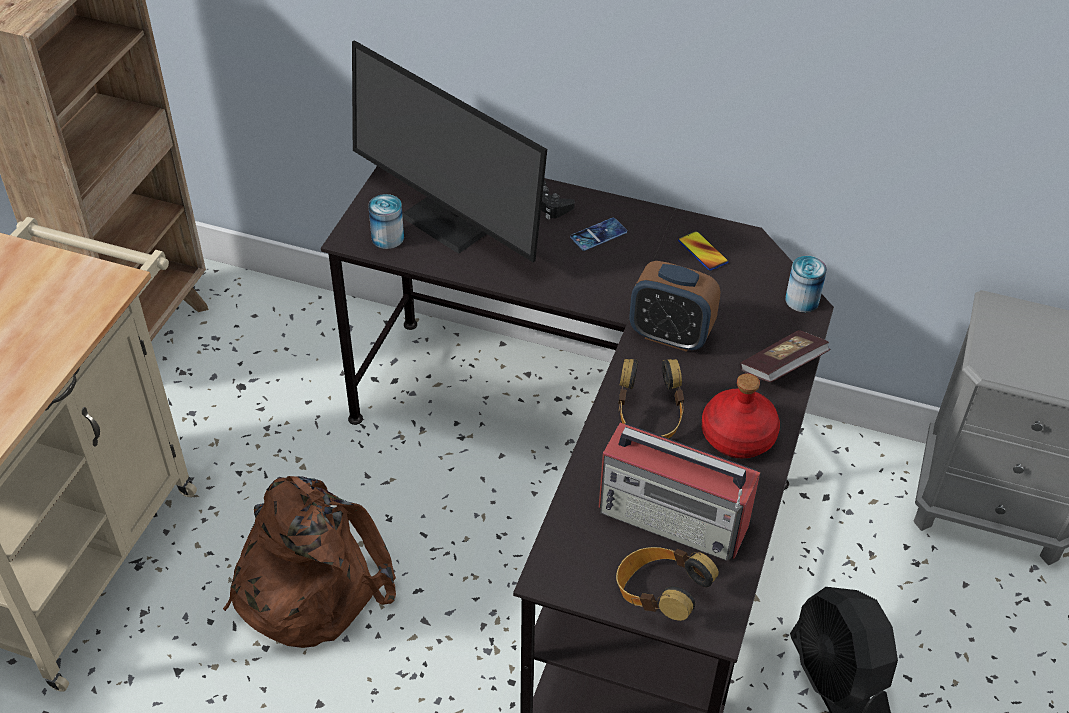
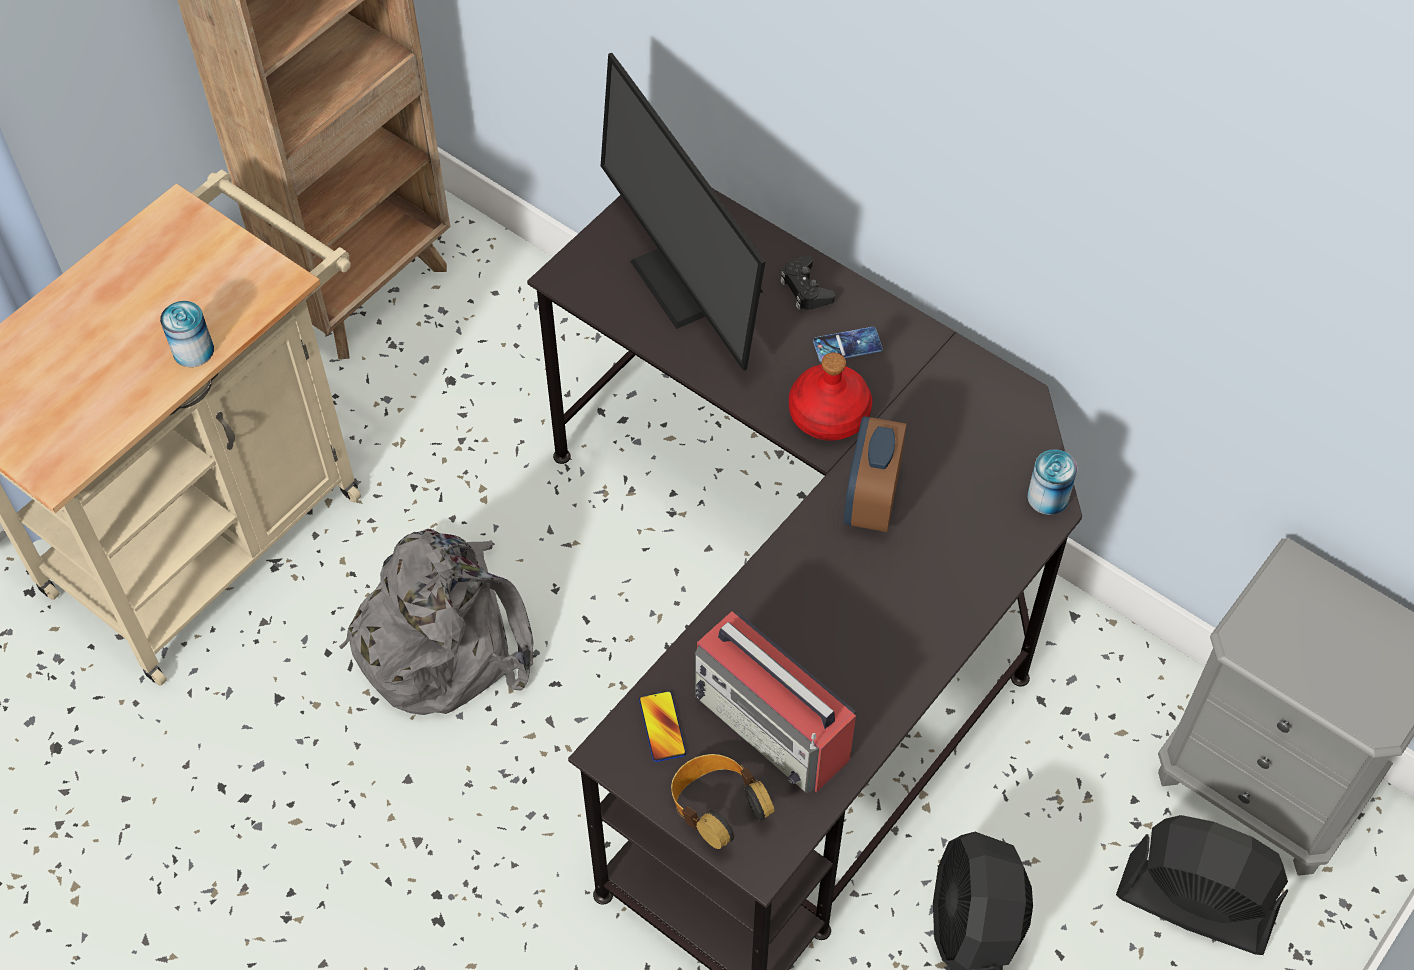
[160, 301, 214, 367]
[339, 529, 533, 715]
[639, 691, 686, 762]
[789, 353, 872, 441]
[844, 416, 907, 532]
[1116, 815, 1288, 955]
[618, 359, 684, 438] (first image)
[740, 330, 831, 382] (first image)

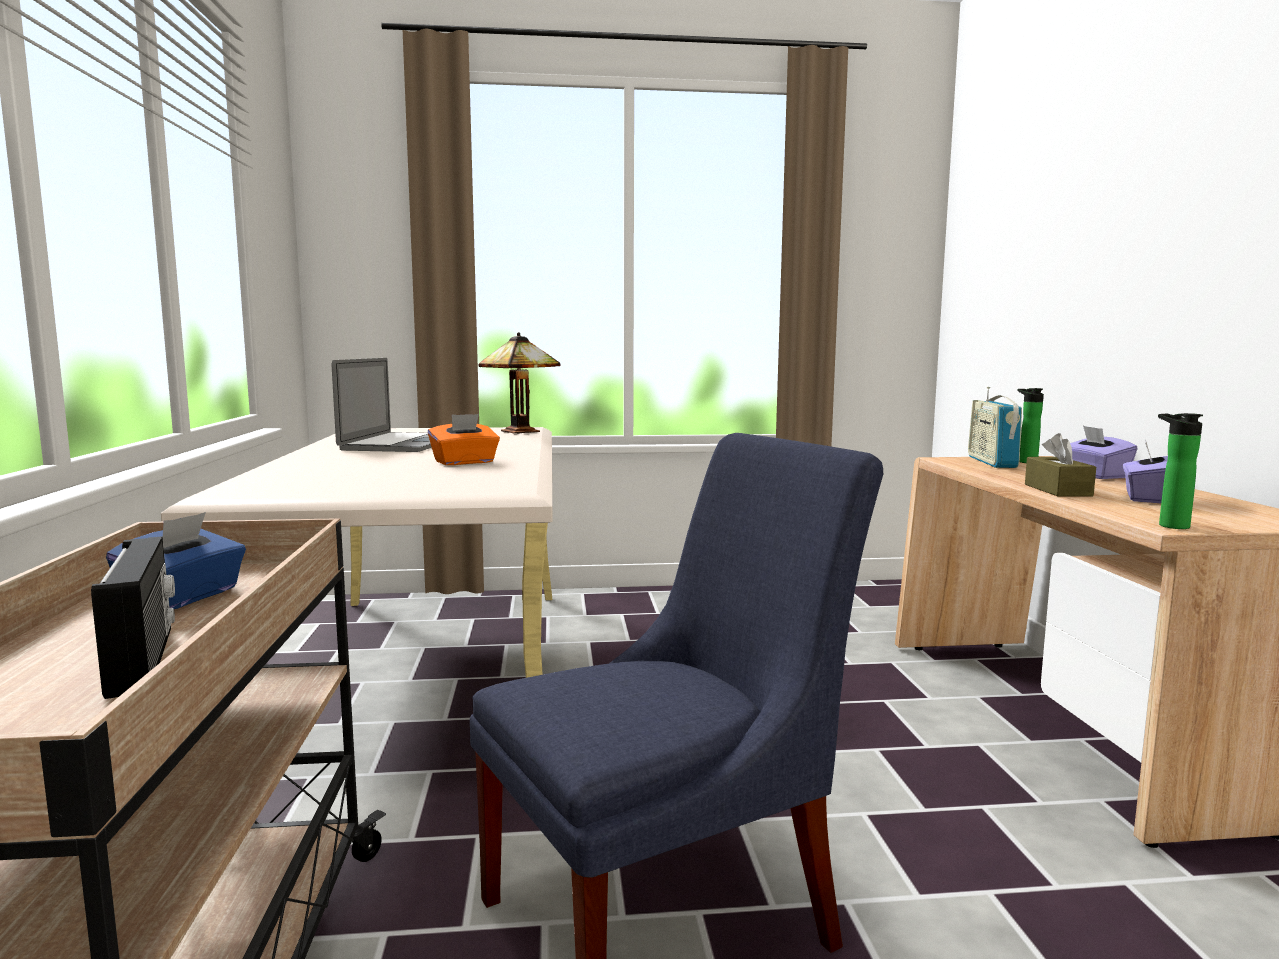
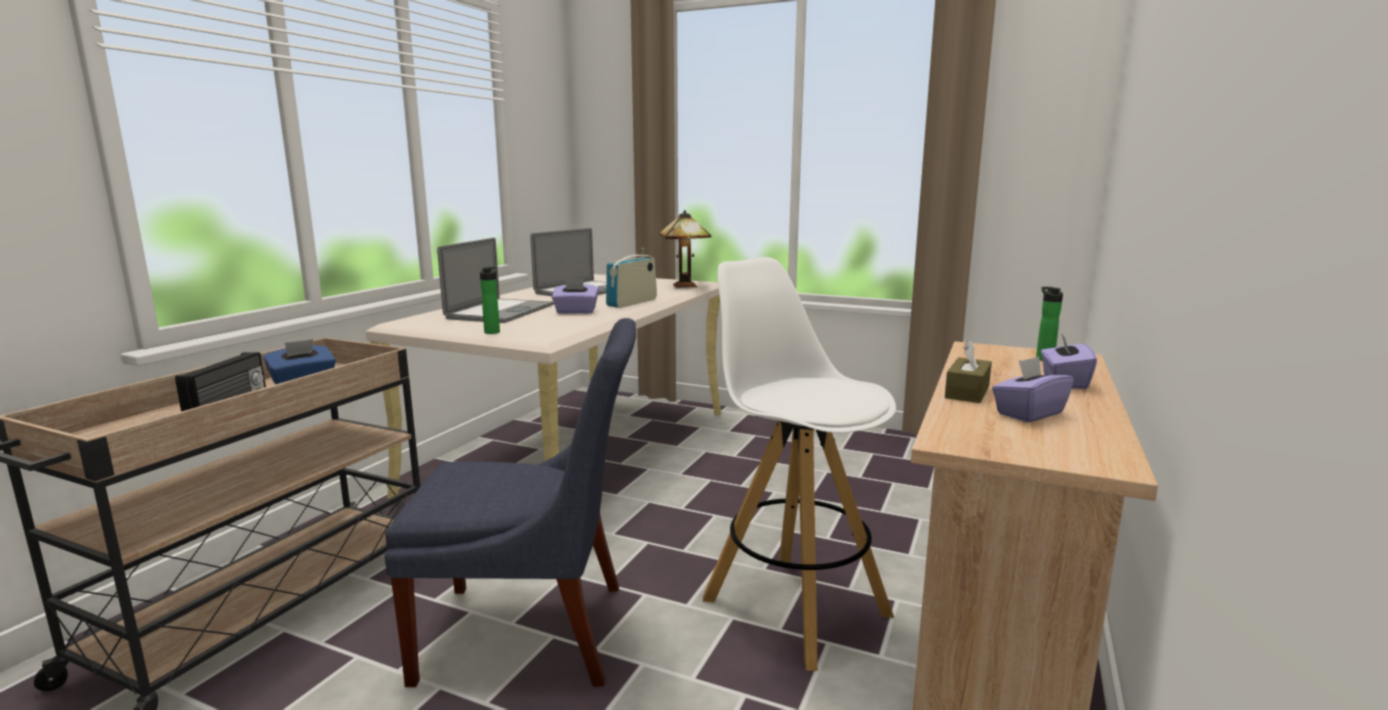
[437, 238, 554, 323]
[480, 267, 500, 334]
[552, 279, 599, 314]
[606, 248, 657, 308]
[703, 257, 896, 671]

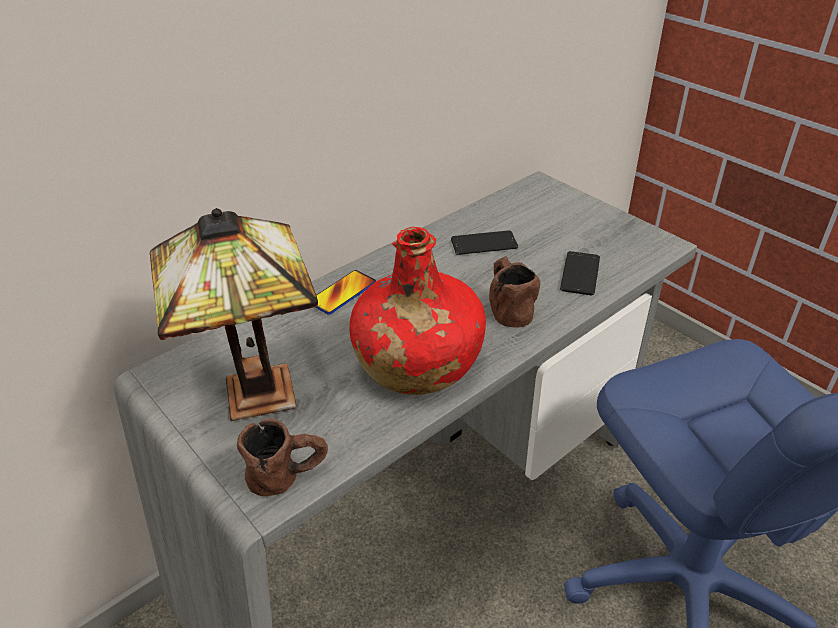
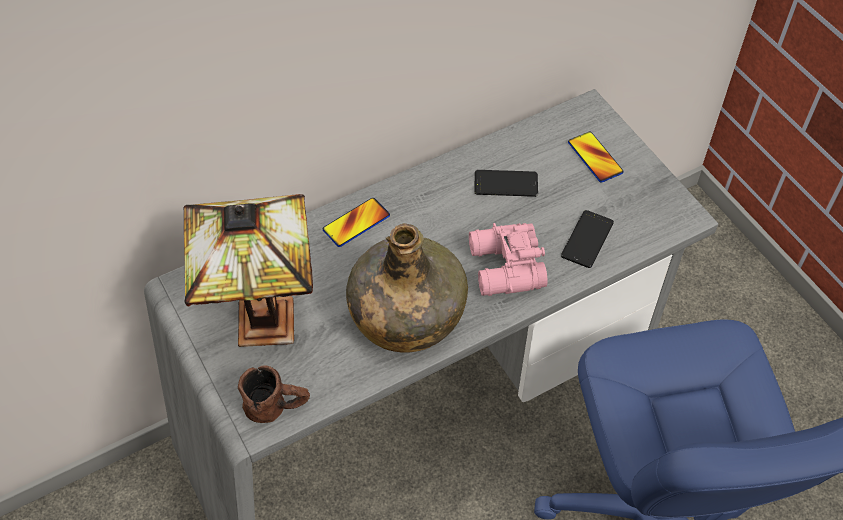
[346, 223, 468, 353]
[469, 223, 547, 296]
[568, 132, 624, 182]

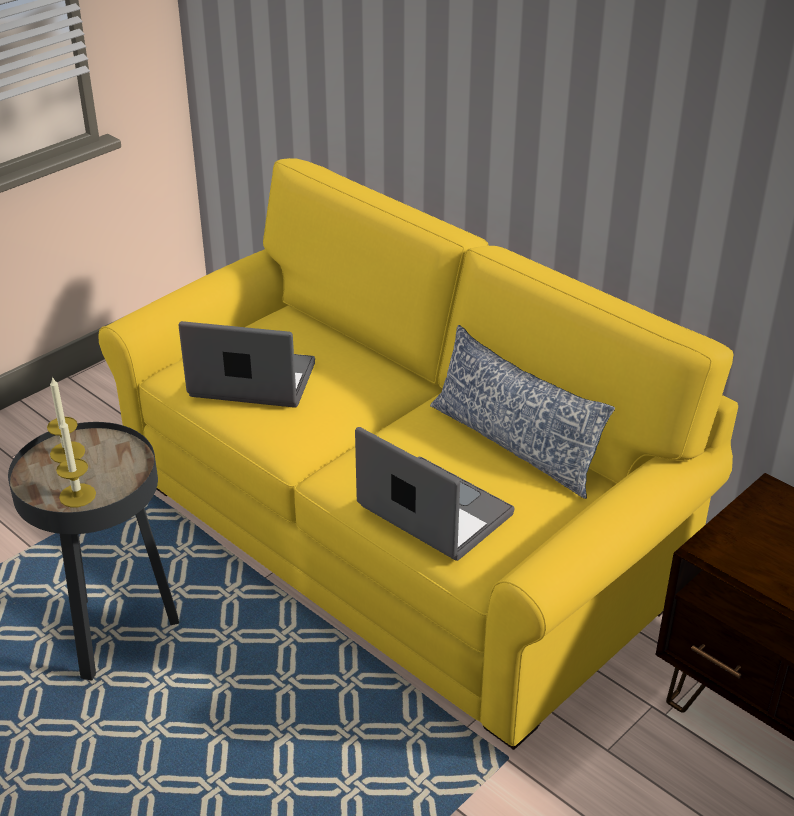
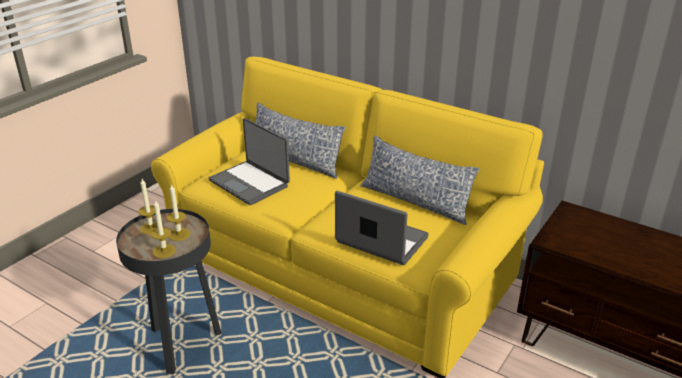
[167, 184, 190, 241]
[208, 118, 290, 205]
[255, 102, 346, 179]

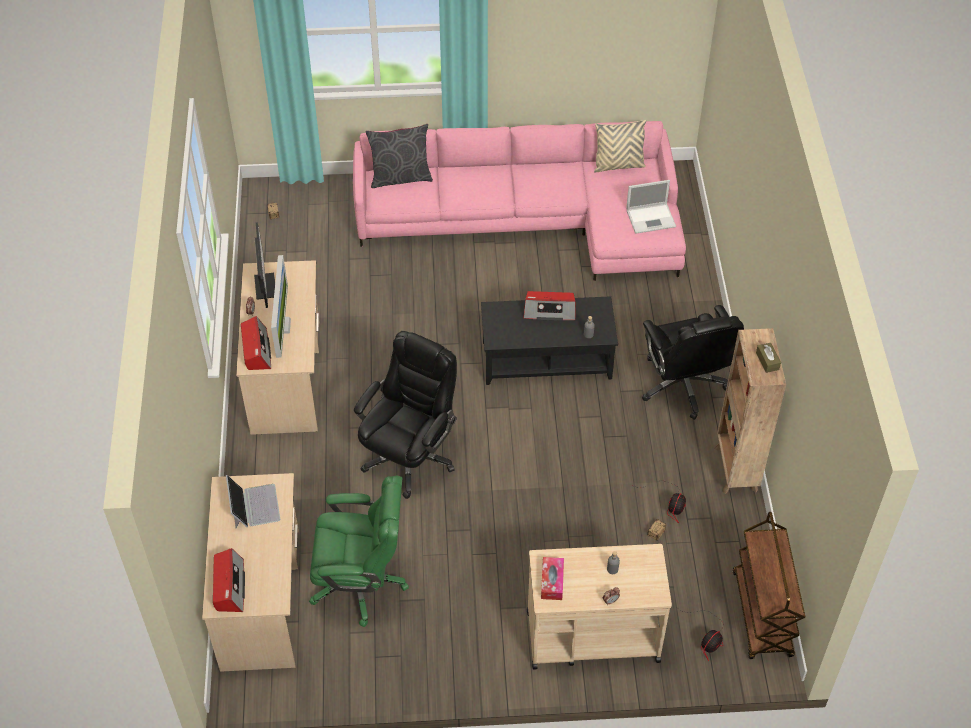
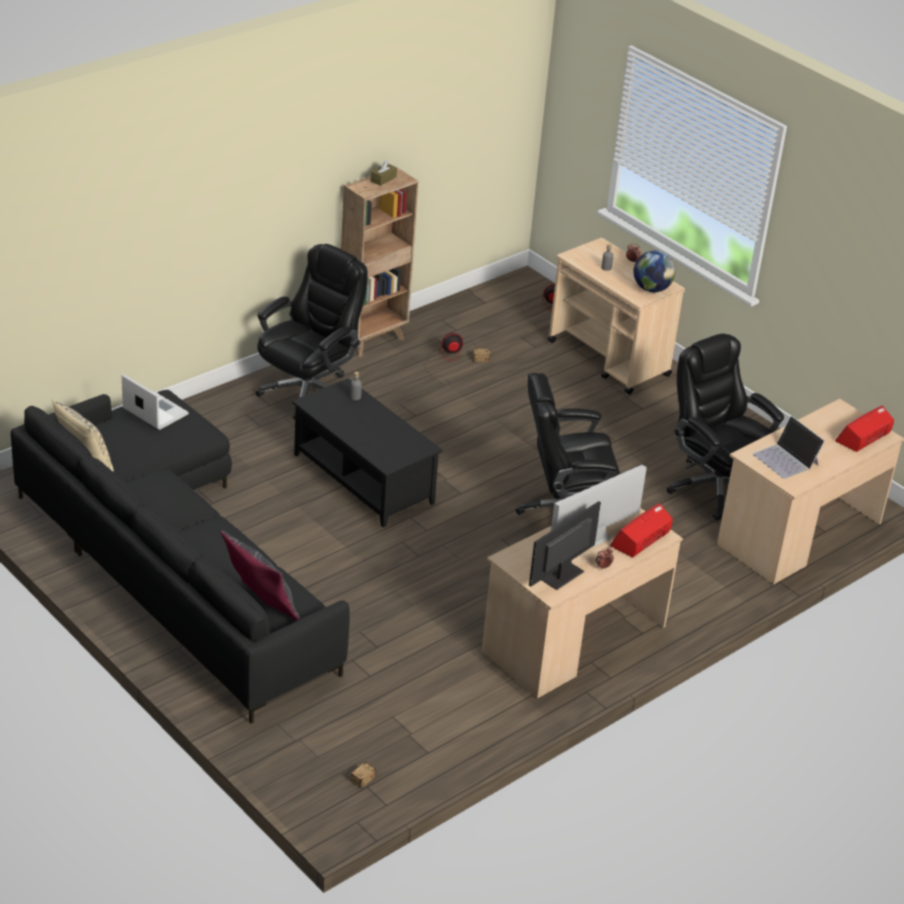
[11, 390, 350, 723]
[634, 251, 675, 292]
[666, 333, 784, 521]
[753, 416, 825, 479]
[523, 291, 576, 321] (first image)
[733, 512, 805, 659] (first image)

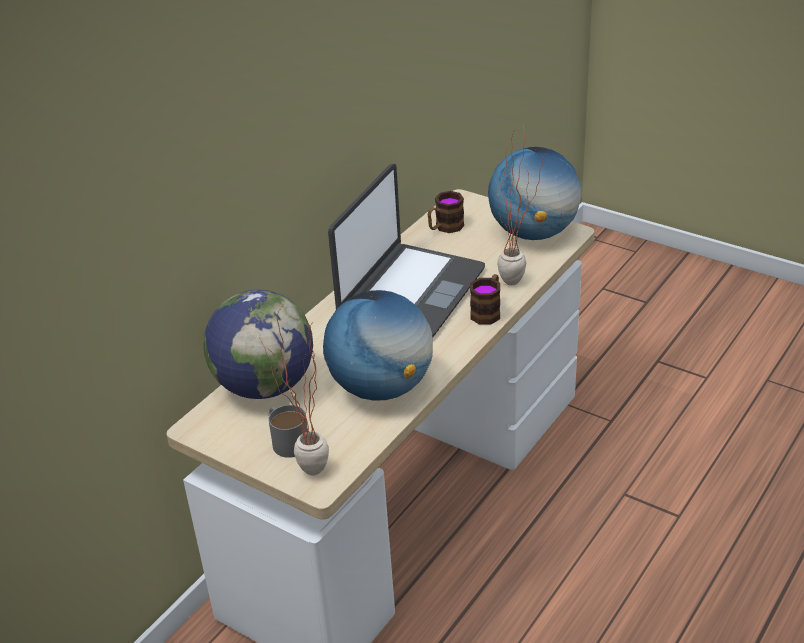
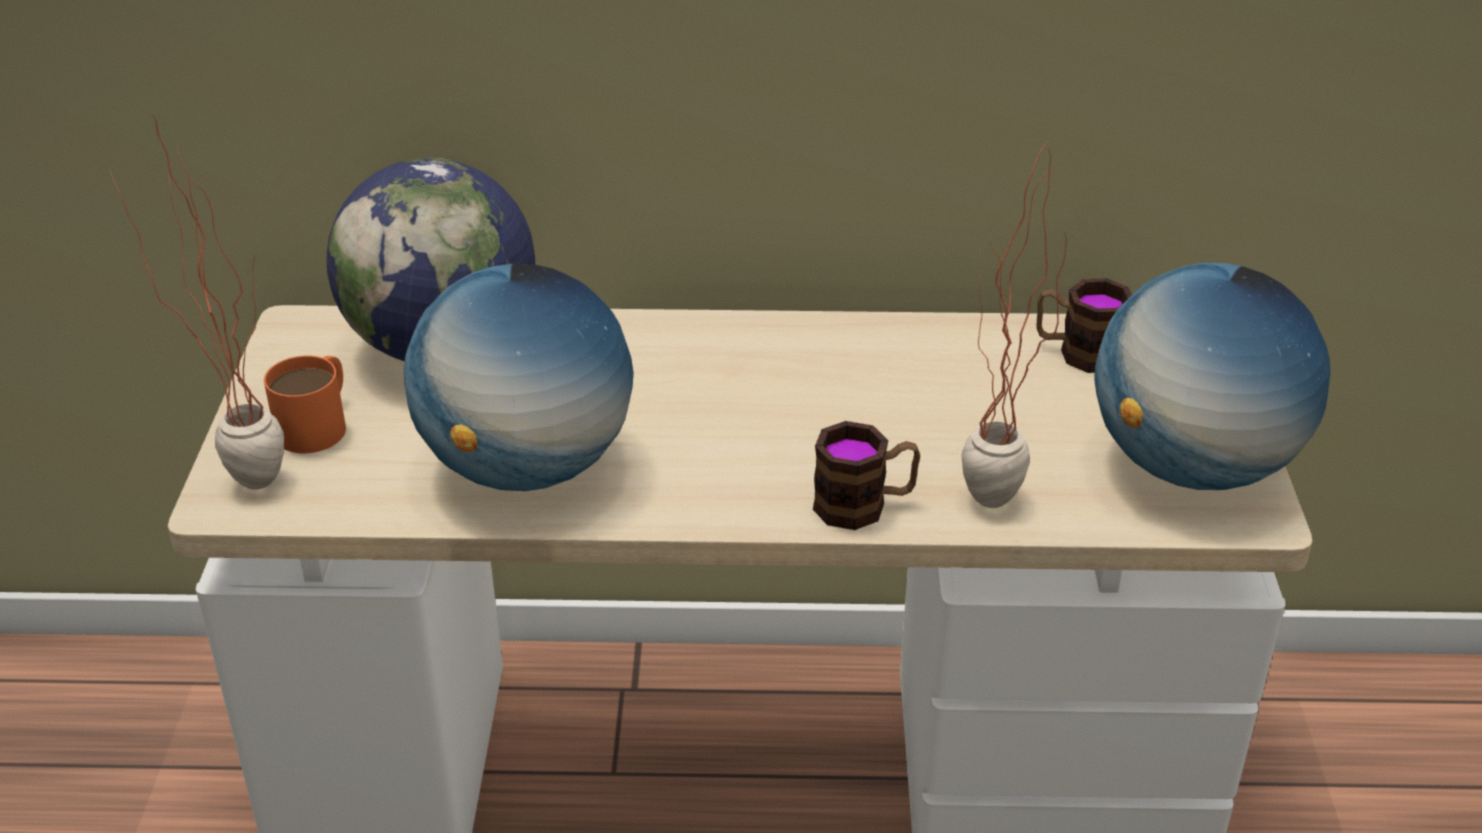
[264, 356, 346, 453]
[328, 164, 485, 337] (first image)

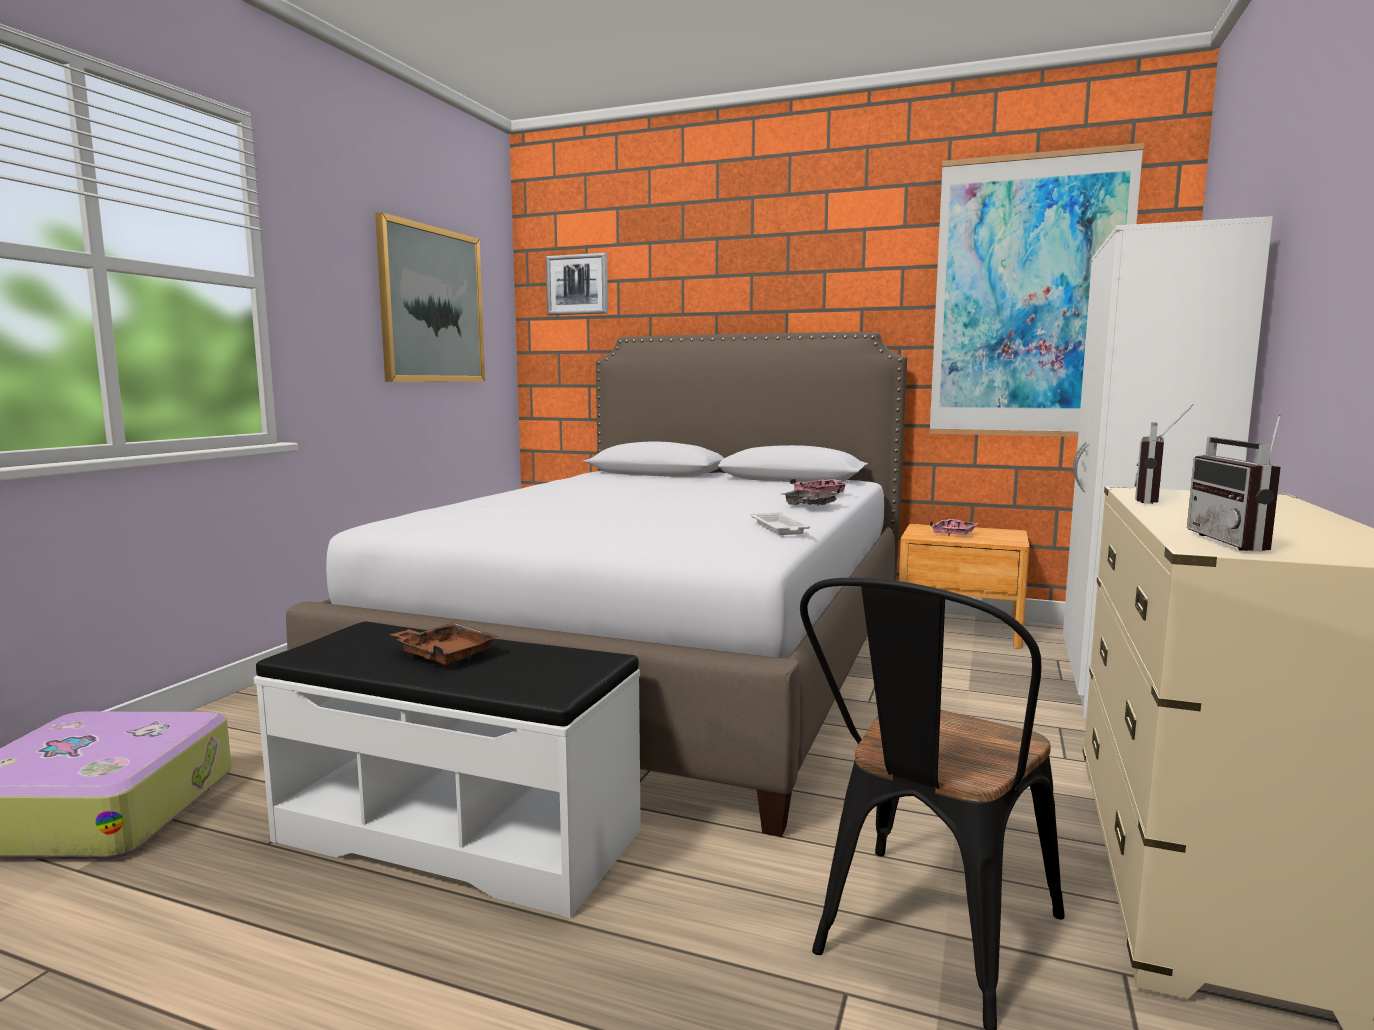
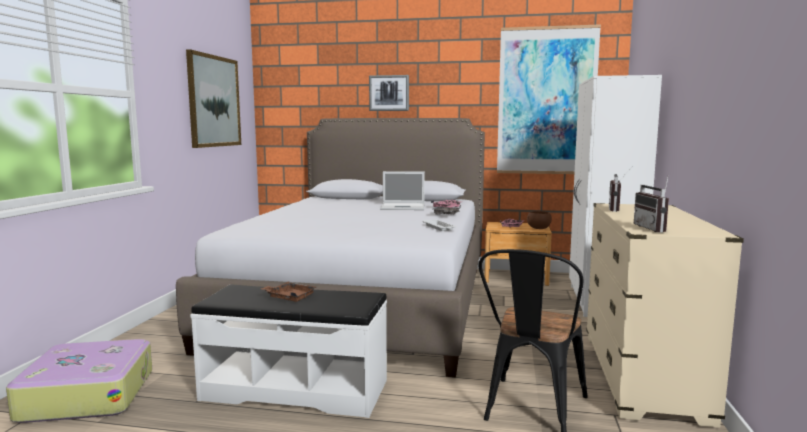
[369, 75, 409, 111]
[380, 171, 425, 210]
[527, 211, 552, 229]

